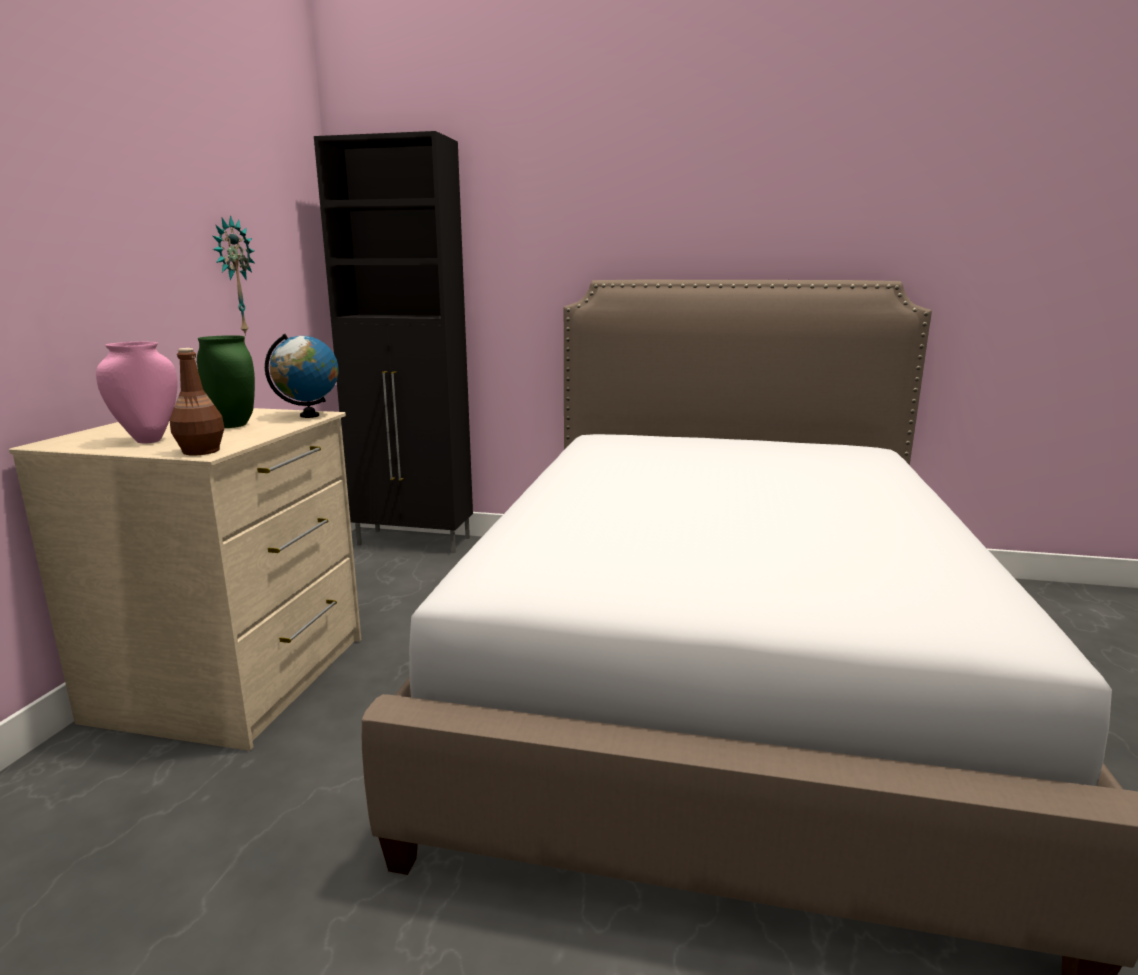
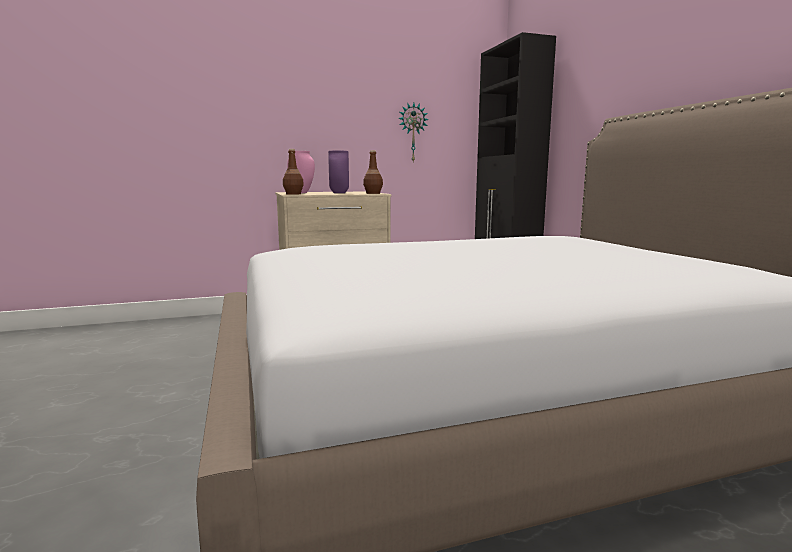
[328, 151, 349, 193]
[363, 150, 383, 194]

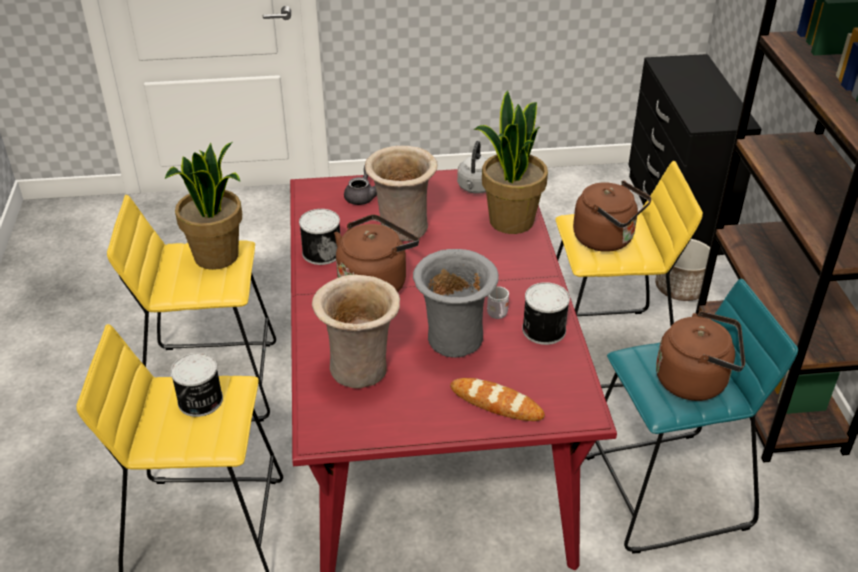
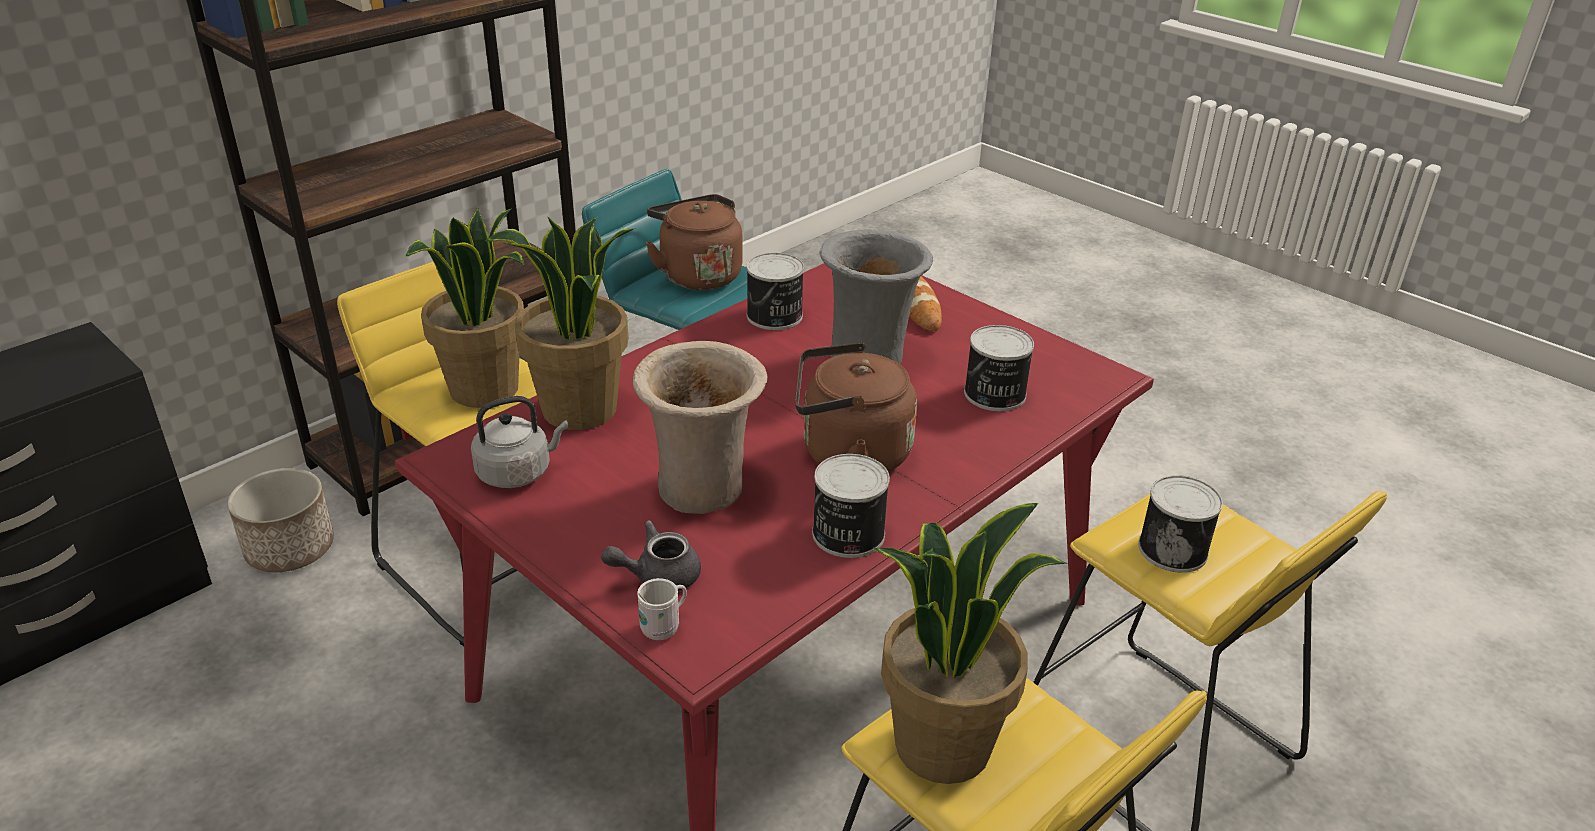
[406, 208, 524, 408]
[637, 578, 687, 640]
[964, 325, 1034, 411]

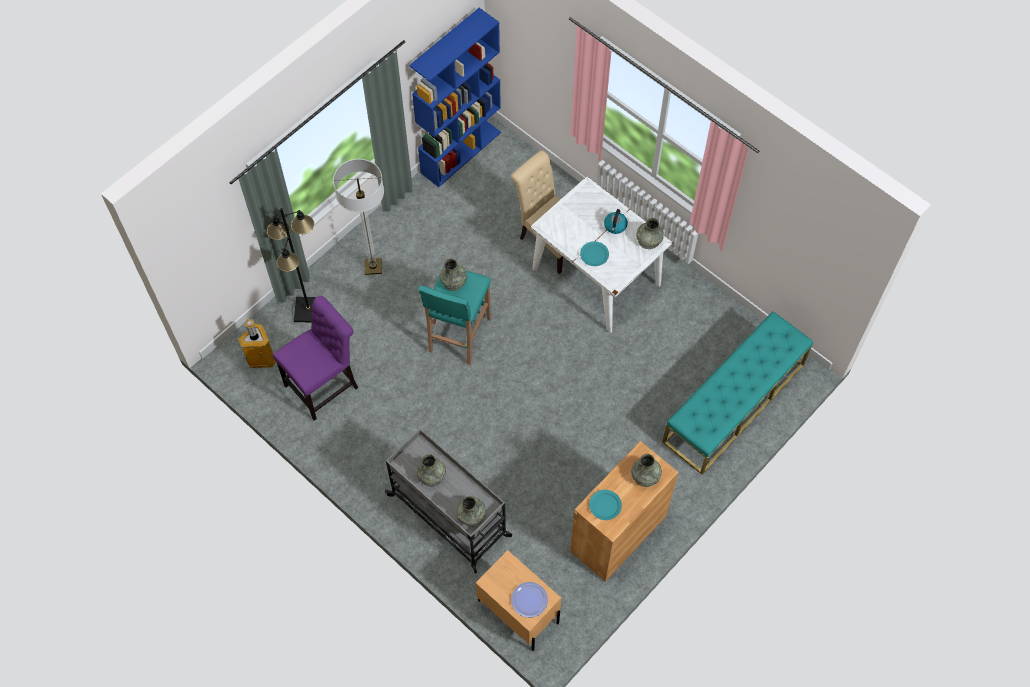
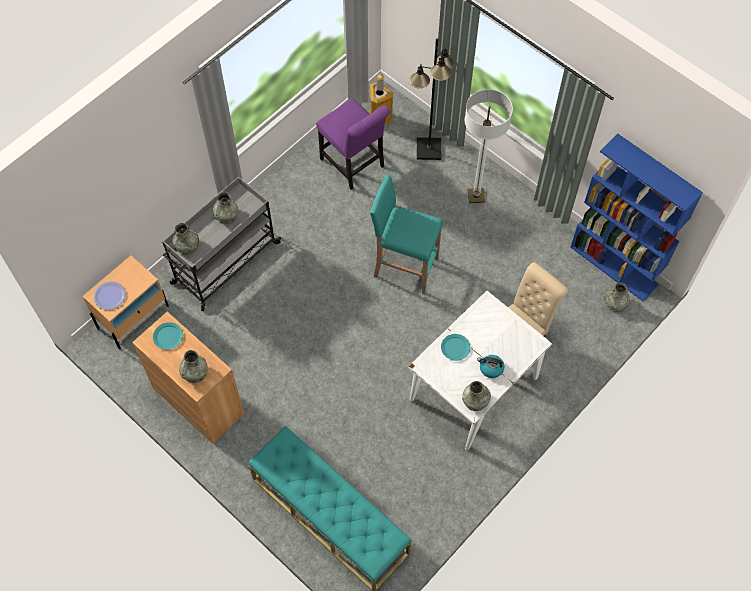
[604, 283, 630, 312]

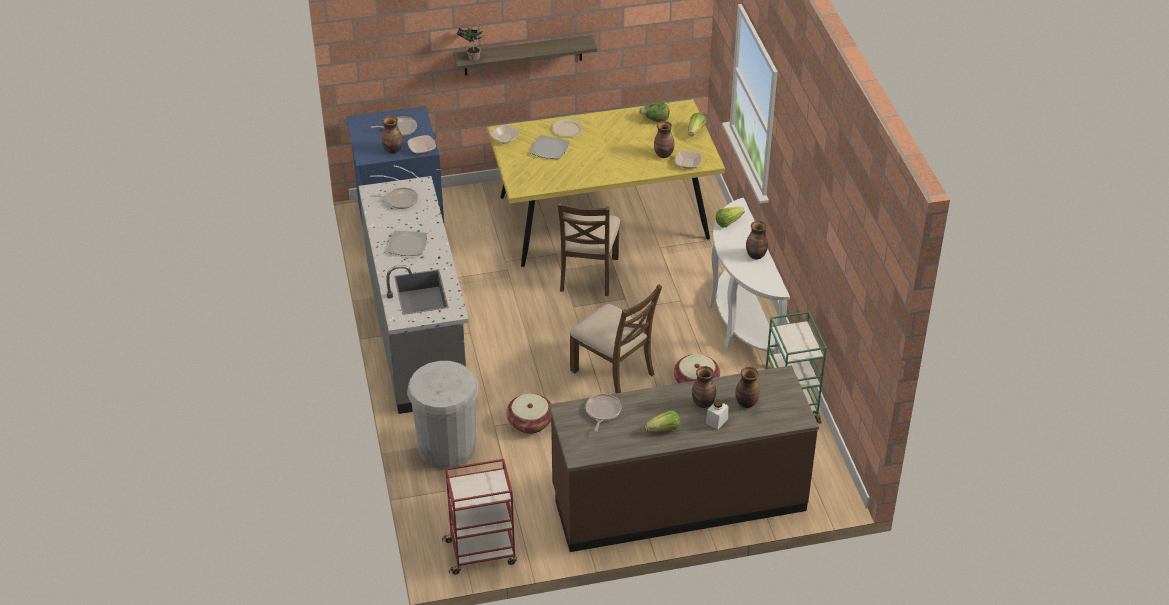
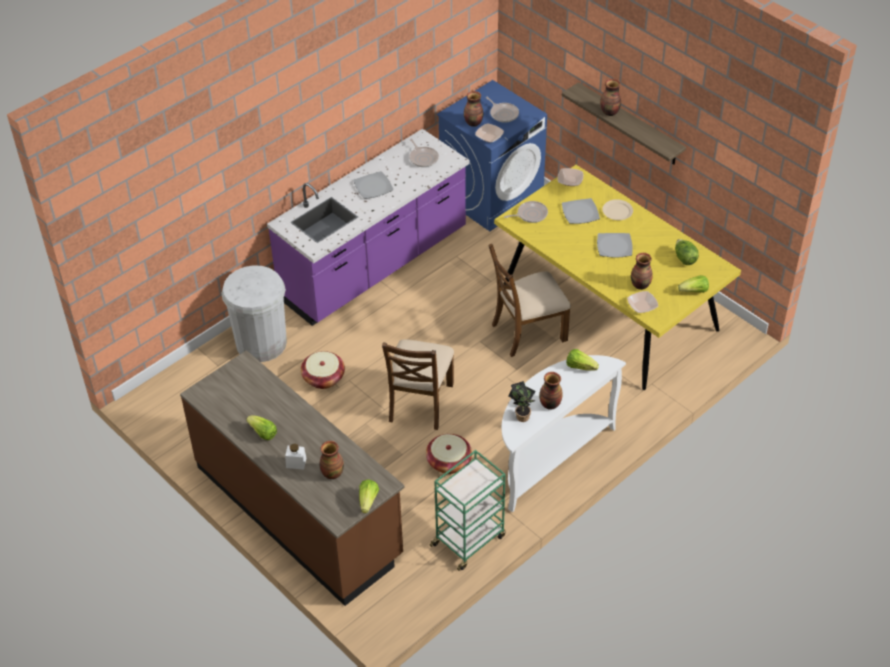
[267, 129, 469, 326]
[359, 479, 379, 513]
[504, 201, 548, 223]
[508, 381, 536, 422]
[597, 233, 633, 258]
[600, 79, 621, 116]
[442, 459, 517, 575] (first image)

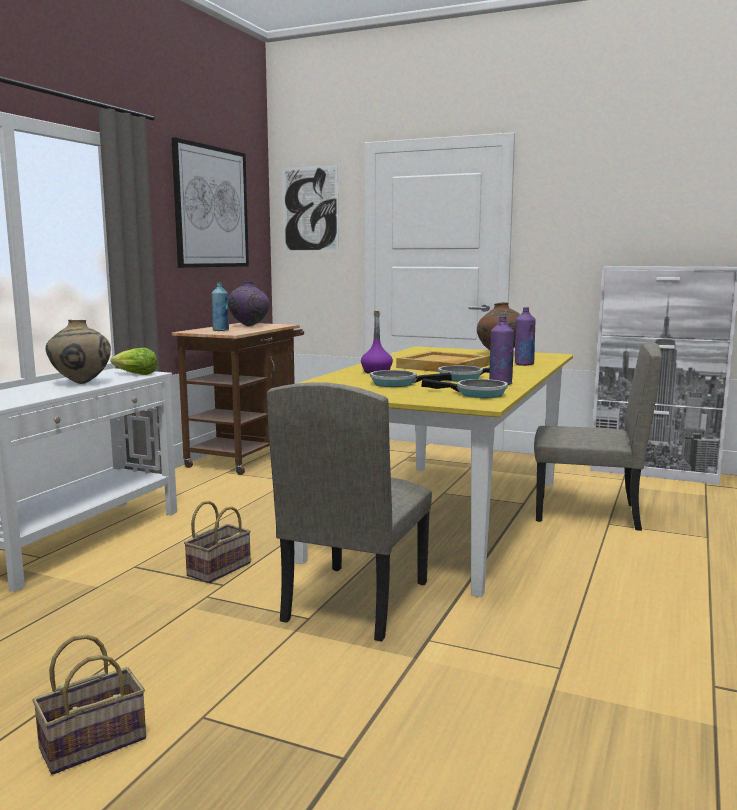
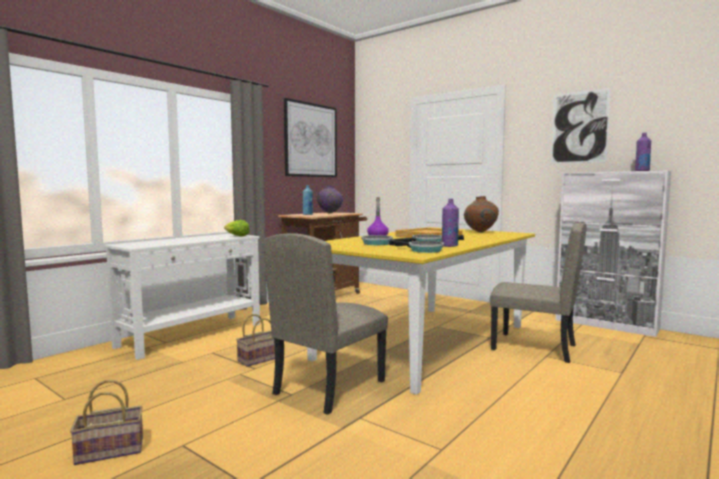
[551, 88, 611, 164]
[635, 133, 651, 171]
[45, 320, 111, 384] (first image)

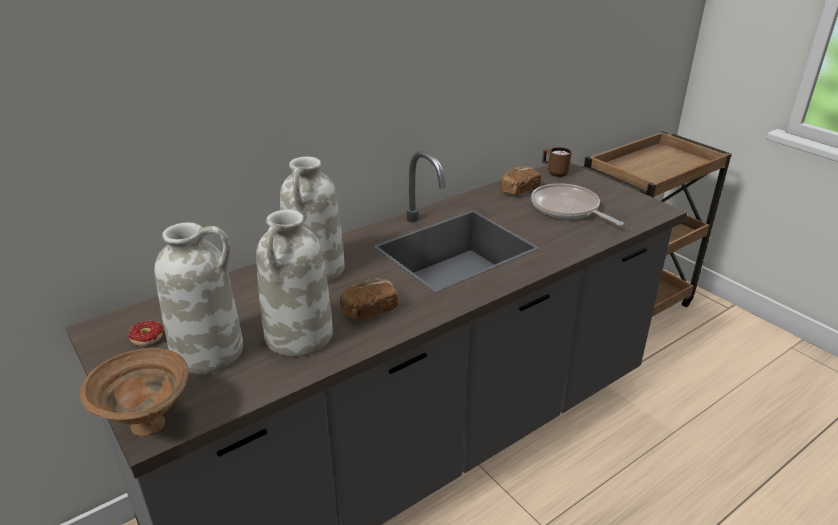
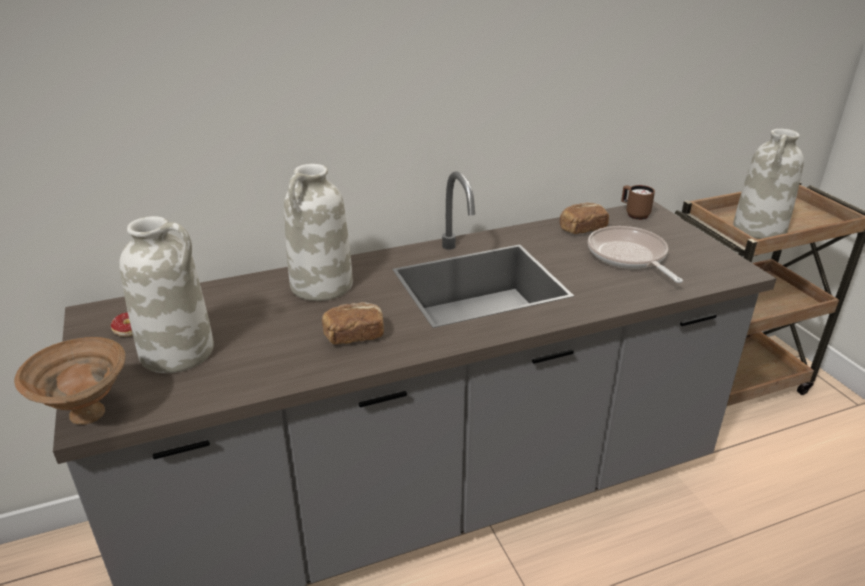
[733, 129, 804, 239]

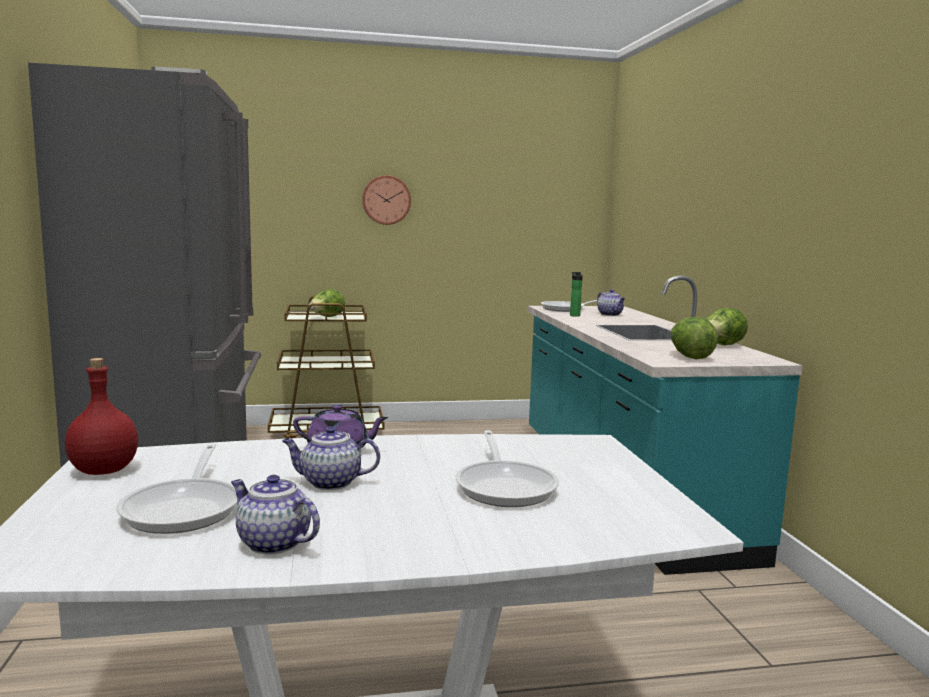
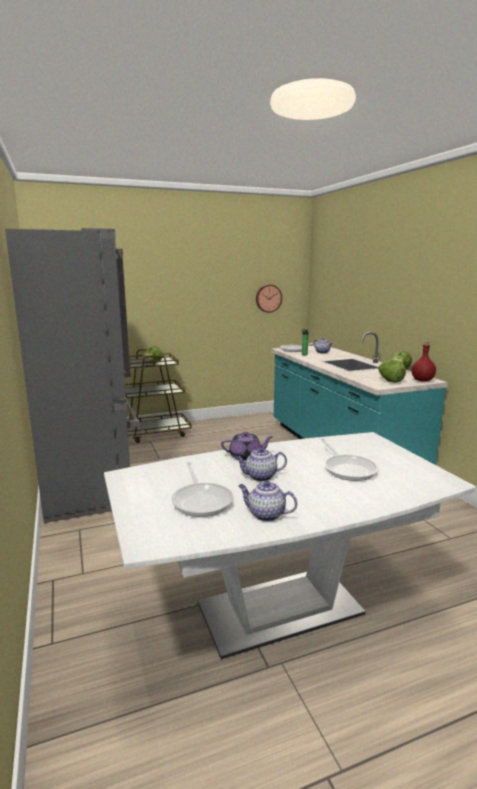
[256, 284, 282, 313]
[411, 342, 436, 381]

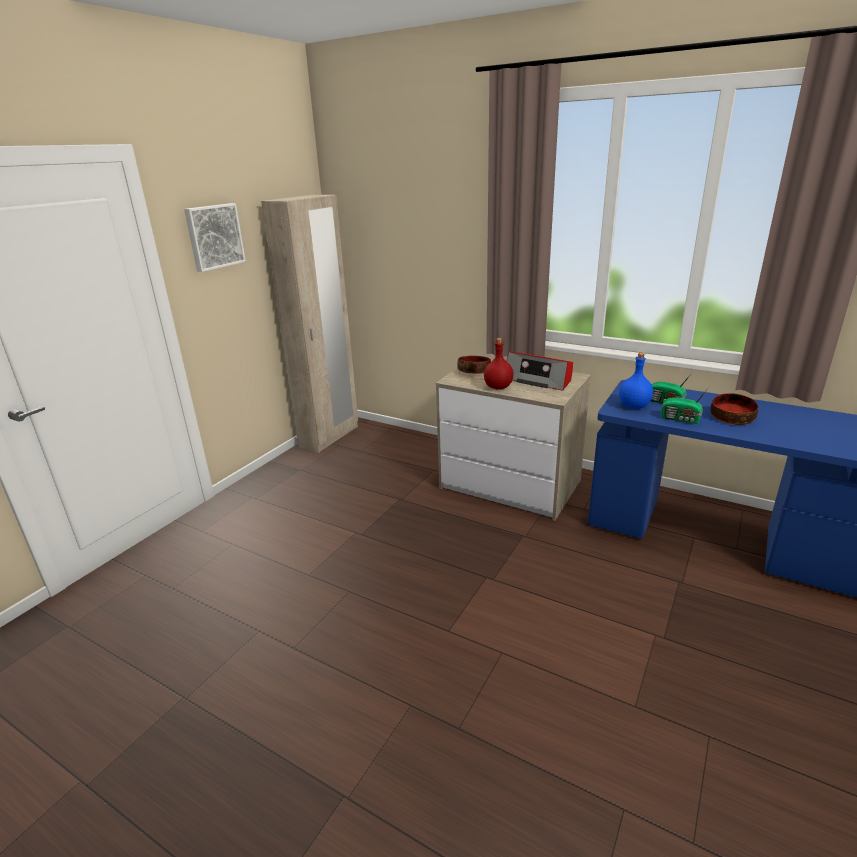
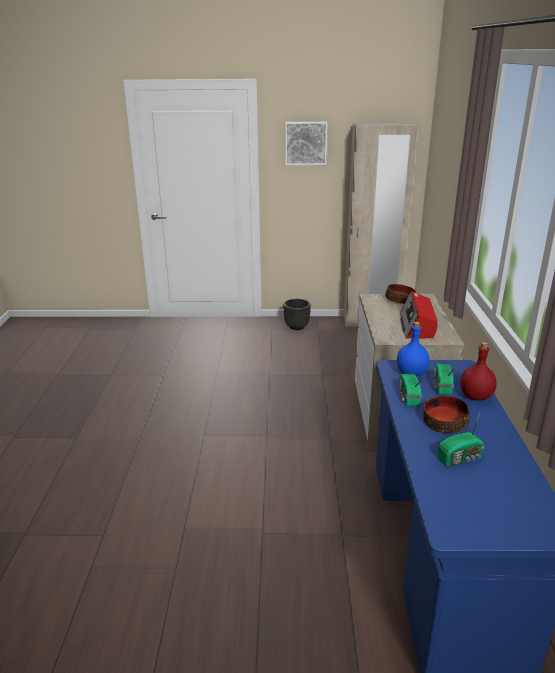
[284, 299, 311, 330]
[437, 413, 484, 467]
[460, 342, 497, 400]

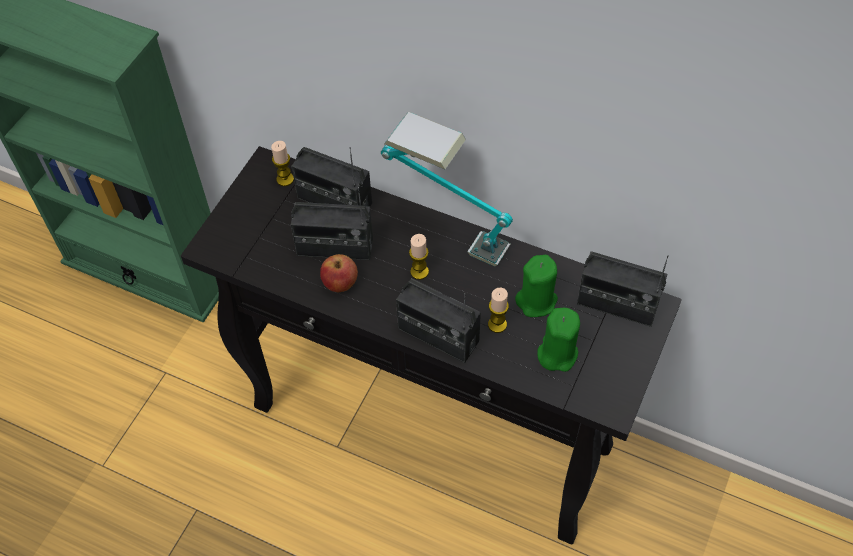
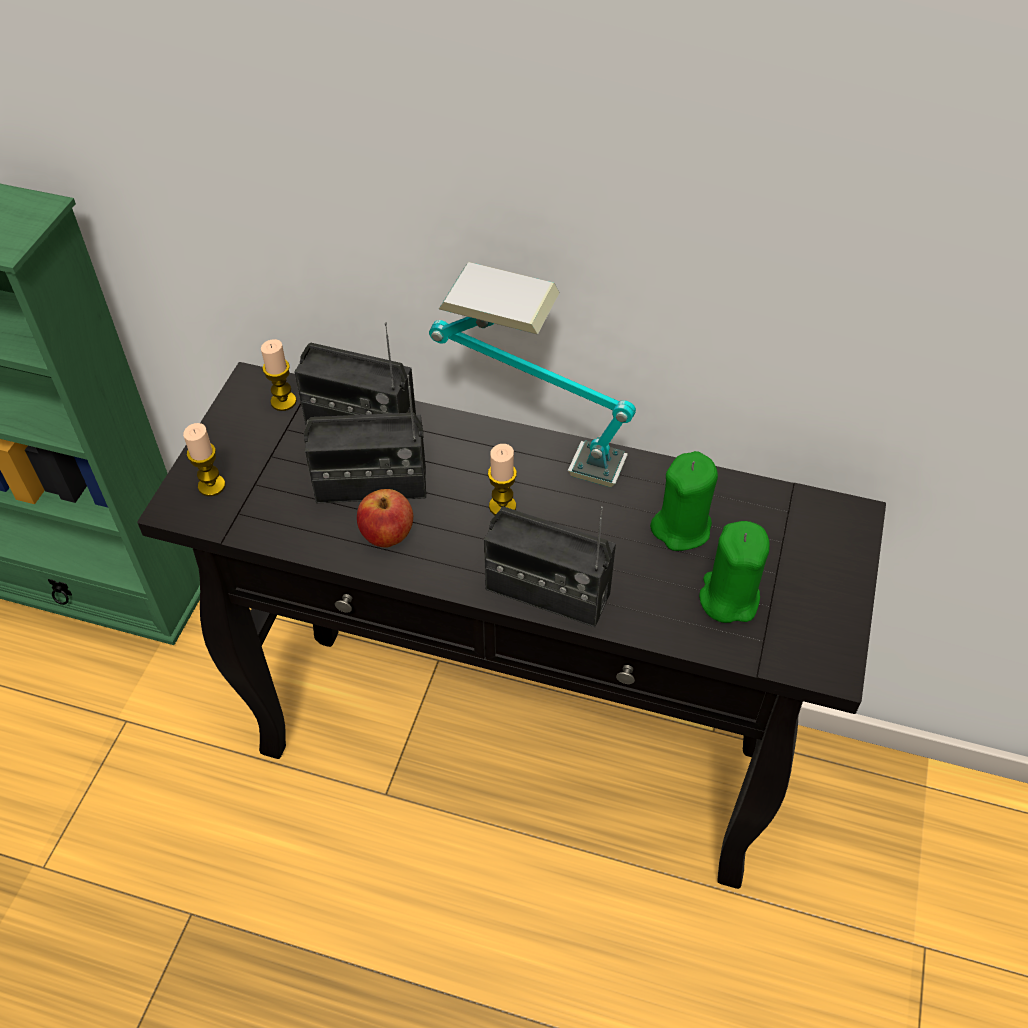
[183, 423, 225, 496]
[577, 251, 669, 327] (first image)

